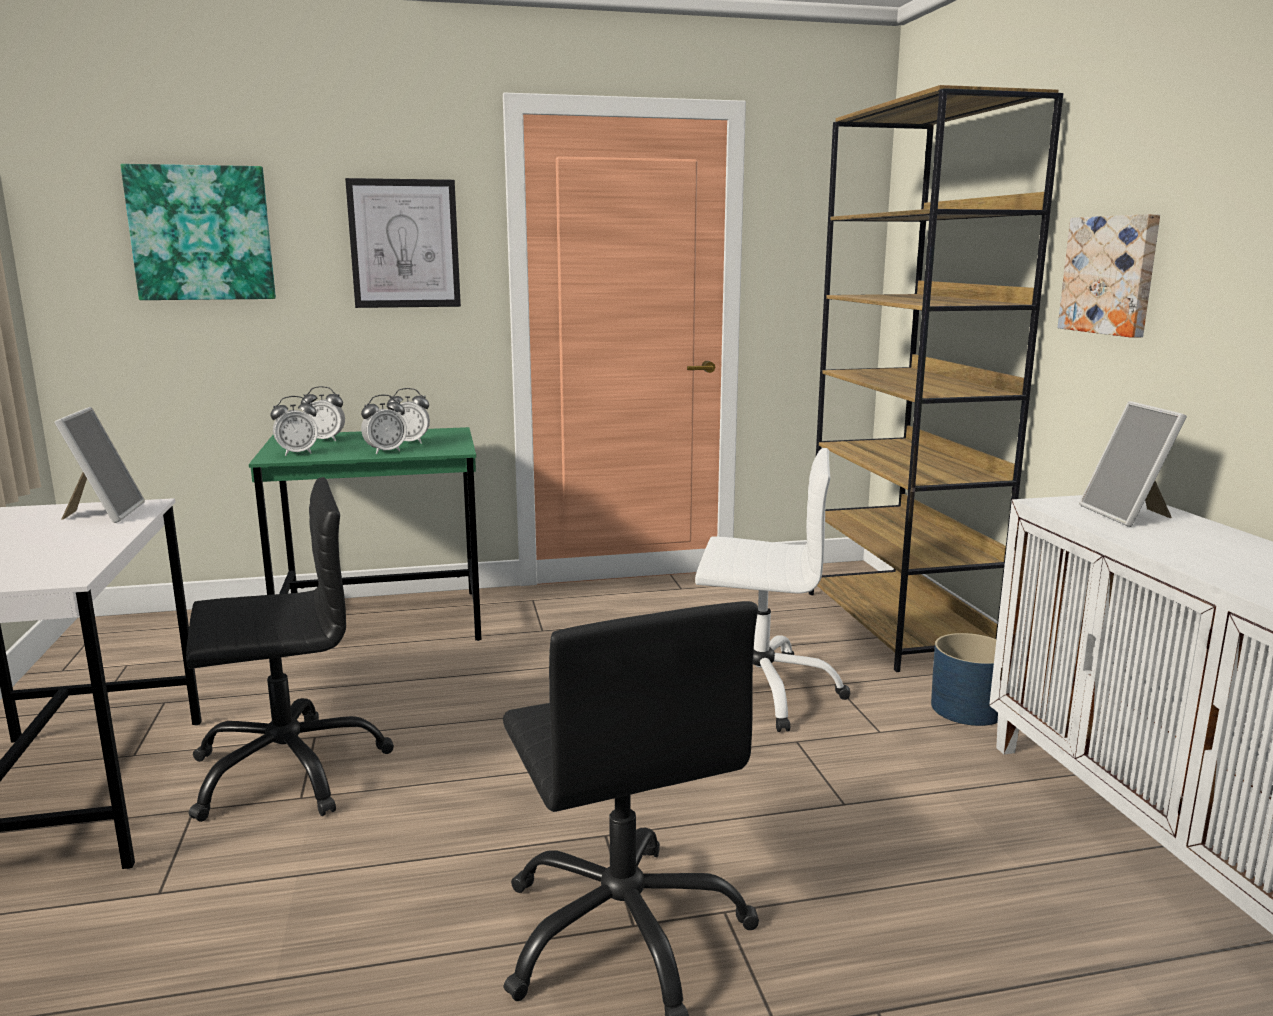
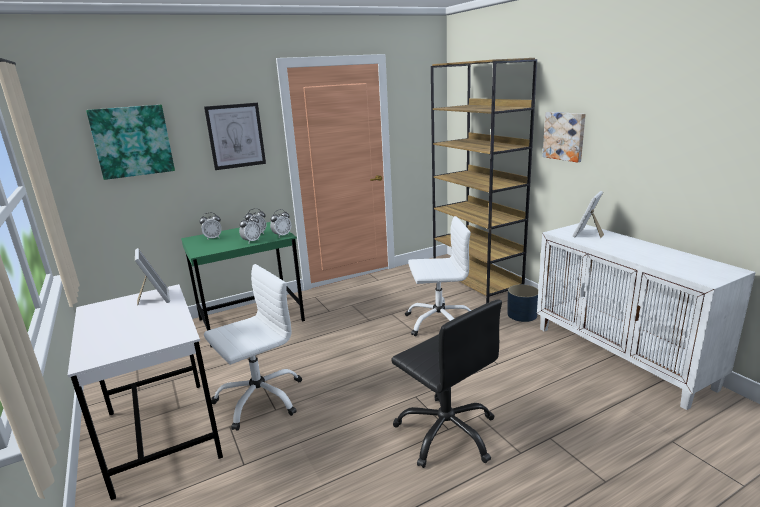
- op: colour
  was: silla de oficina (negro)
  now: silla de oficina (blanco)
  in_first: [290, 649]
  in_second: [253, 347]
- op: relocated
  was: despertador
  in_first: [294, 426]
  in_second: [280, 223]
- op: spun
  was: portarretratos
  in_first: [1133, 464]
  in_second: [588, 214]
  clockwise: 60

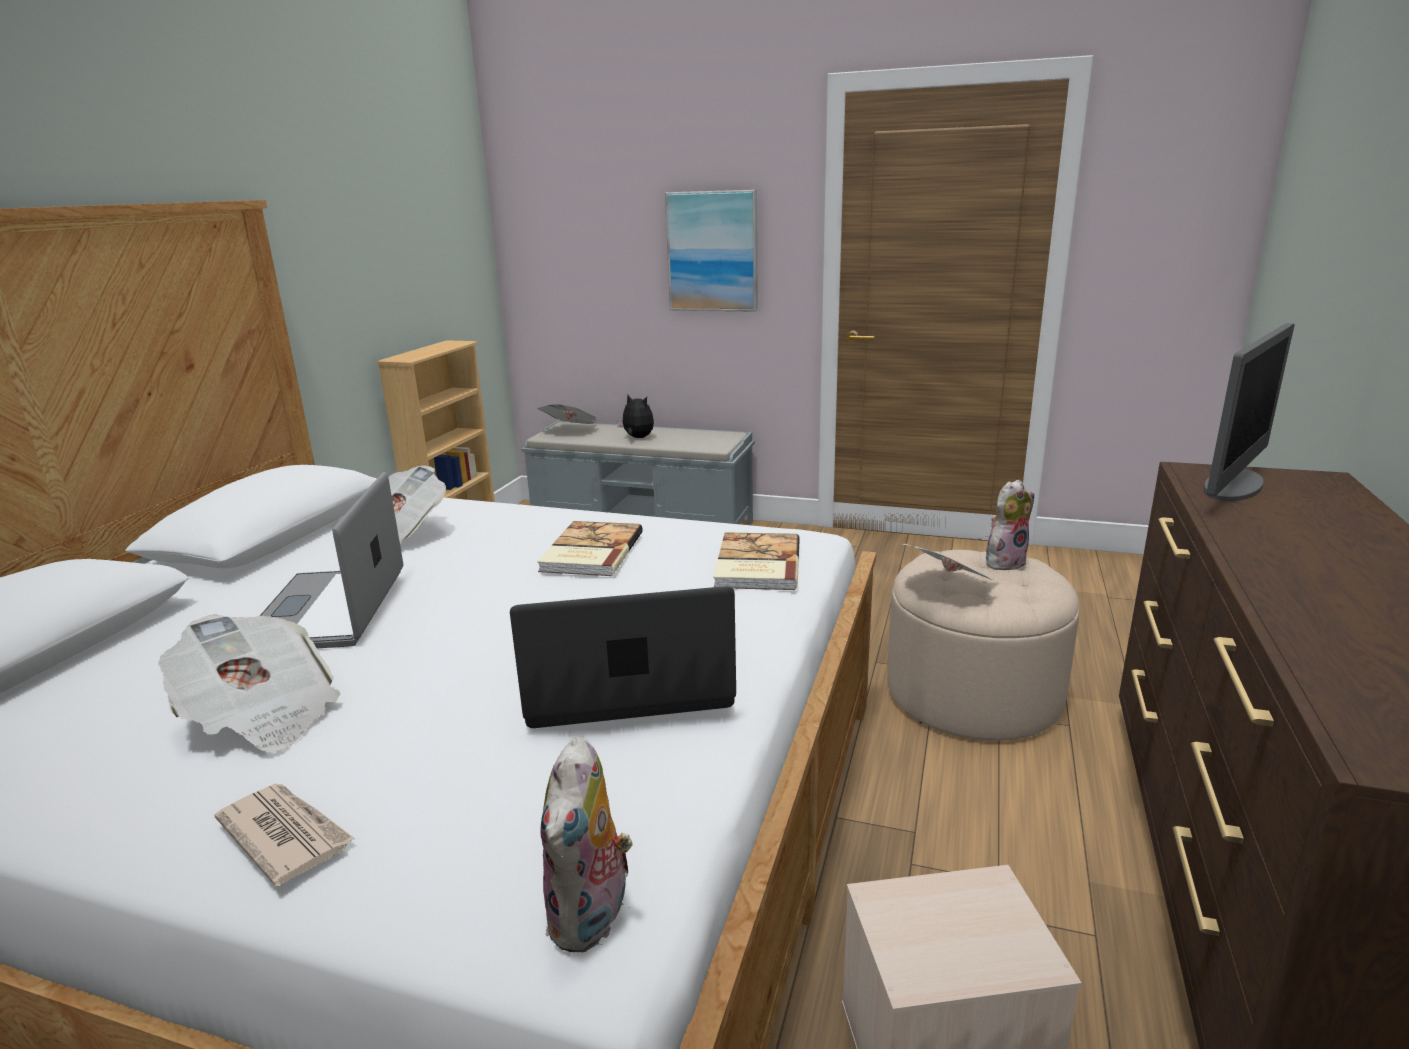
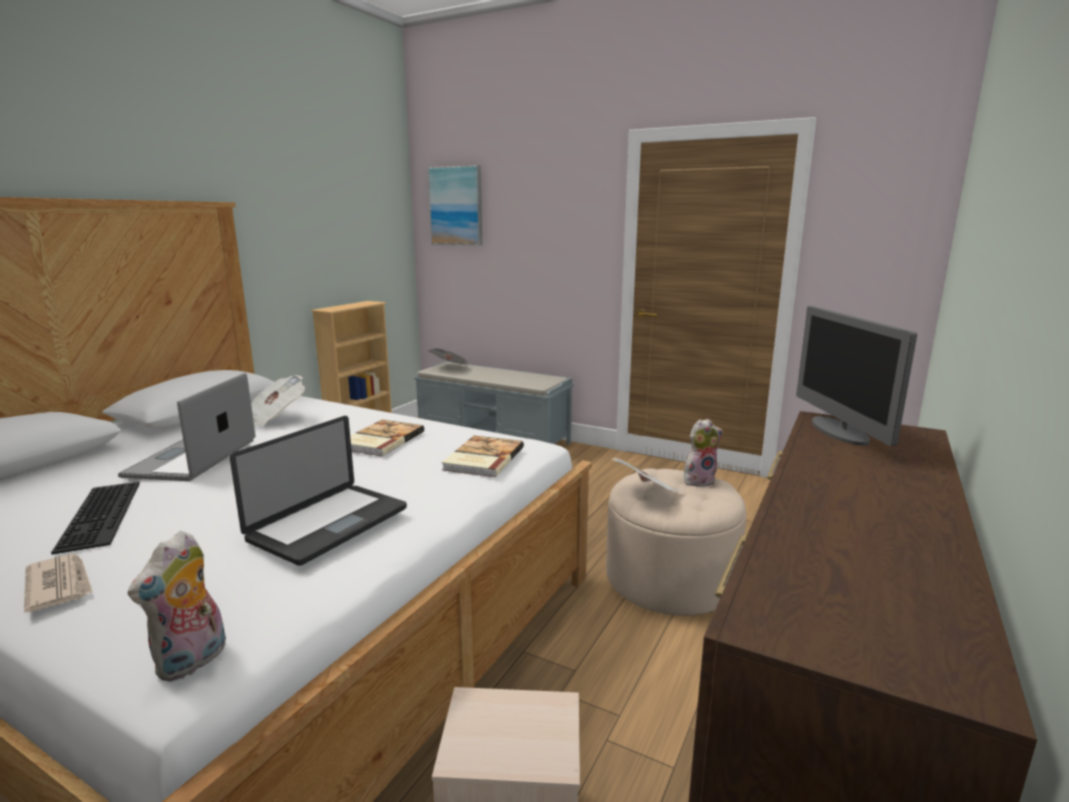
- op: exchanged
  was: periódico
  now: teclado
  in_first: [249, 683]
  in_second: [95, 518]
- op: spun
  was: portátil
  in_first: [623, 657]
  in_second: [318, 491]
  clockwise: 120
- op: relocated
  was: cuadro
  in_first: [711, 251]
  in_second: [454, 205]
- op: spun
  was: monitor
  in_first: [1249, 412]
  in_second: [856, 376]
  clockwise: 120
- op: missing
  was: peluche
  in_first: [635, 416]

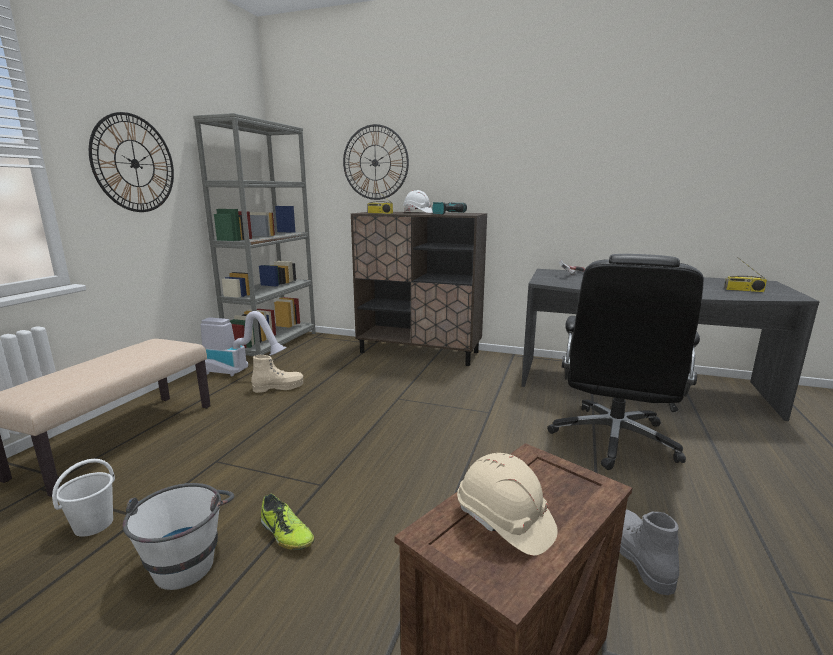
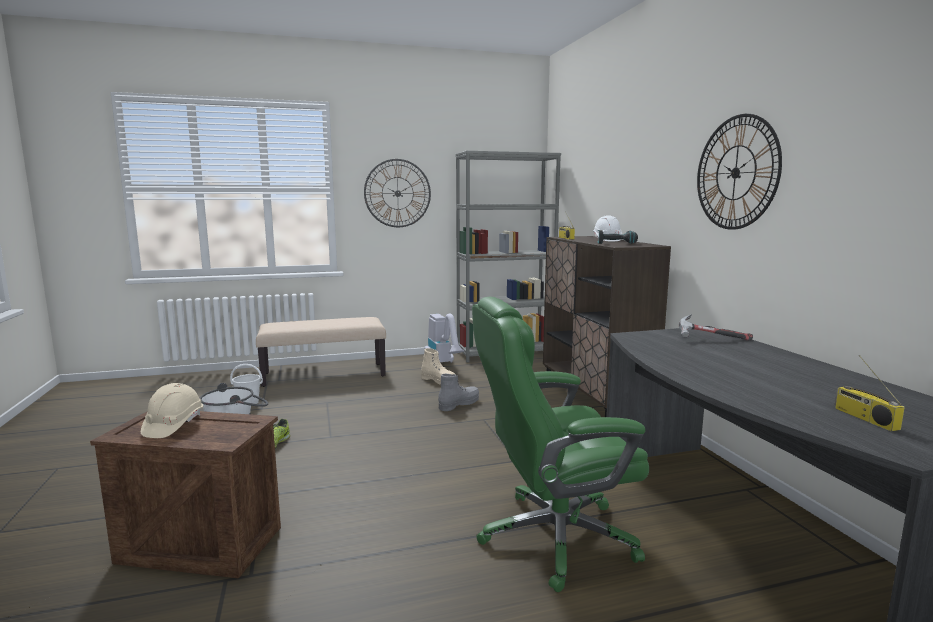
- op: relocated
  was: bota (gris)
  in_first: [649, 552]
  in_second: [458, 392]
- op: colour
  was: silla de oficina (negro)
  now: silla de oficina (verde)
  in_first: [625, 362]
  in_second: [560, 444]
- op: relocated
  was: reloj de pared
  in_first: [376, 162]
  in_second: [739, 172]

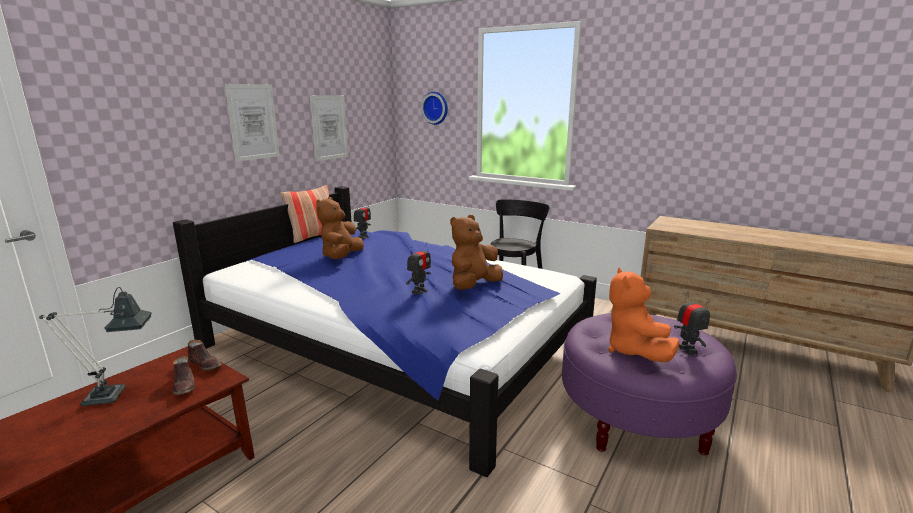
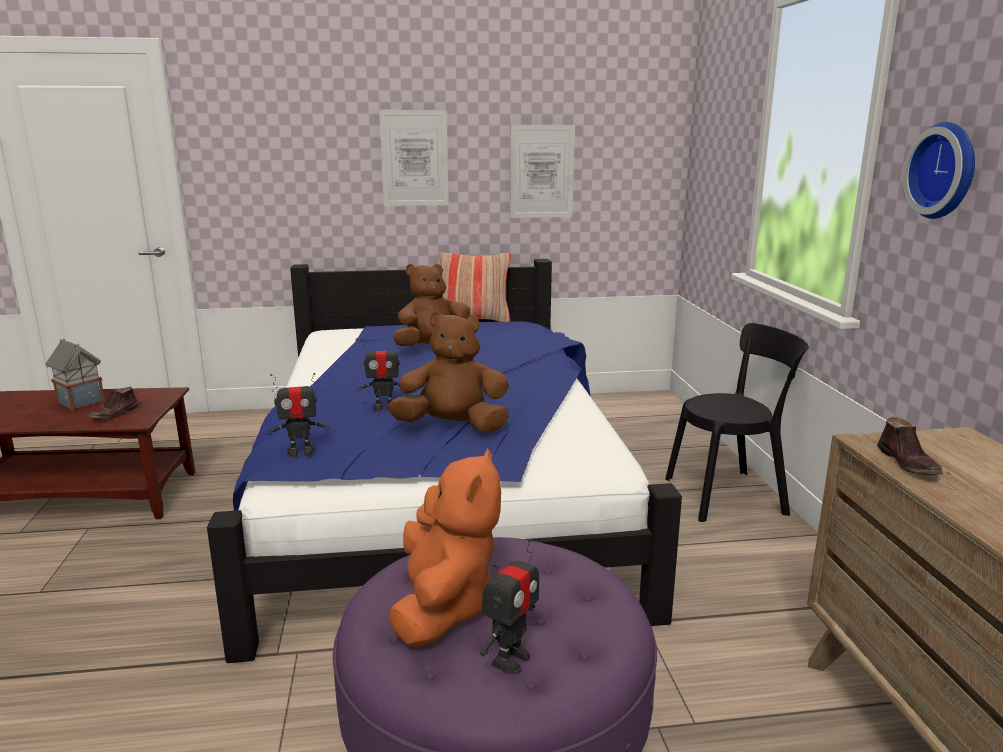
- op: exchanged
  was: lámpara de mesa
  now: casita
  in_first: [95, 346]
  in_second: [75, 375]
- op: relocated
  was: robot de juguete
  in_first: [362, 221]
  in_second: [298, 415]
- op: spun
  was: peluche (naranja)
  in_first: [644, 314]
  in_second: [444, 548]
  clockwise: 135
- op: relocated
  was: zapato (marrón)
  in_first: [205, 355]
  in_second: [910, 446]
- op: relocated
  was: reloj de pared
  in_first: [434, 108]
  in_second: [939, 170]

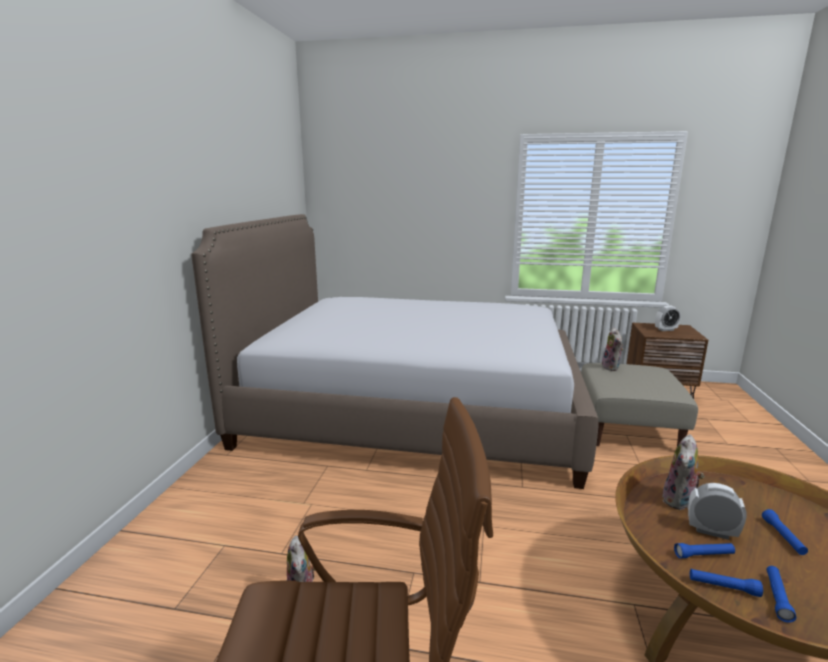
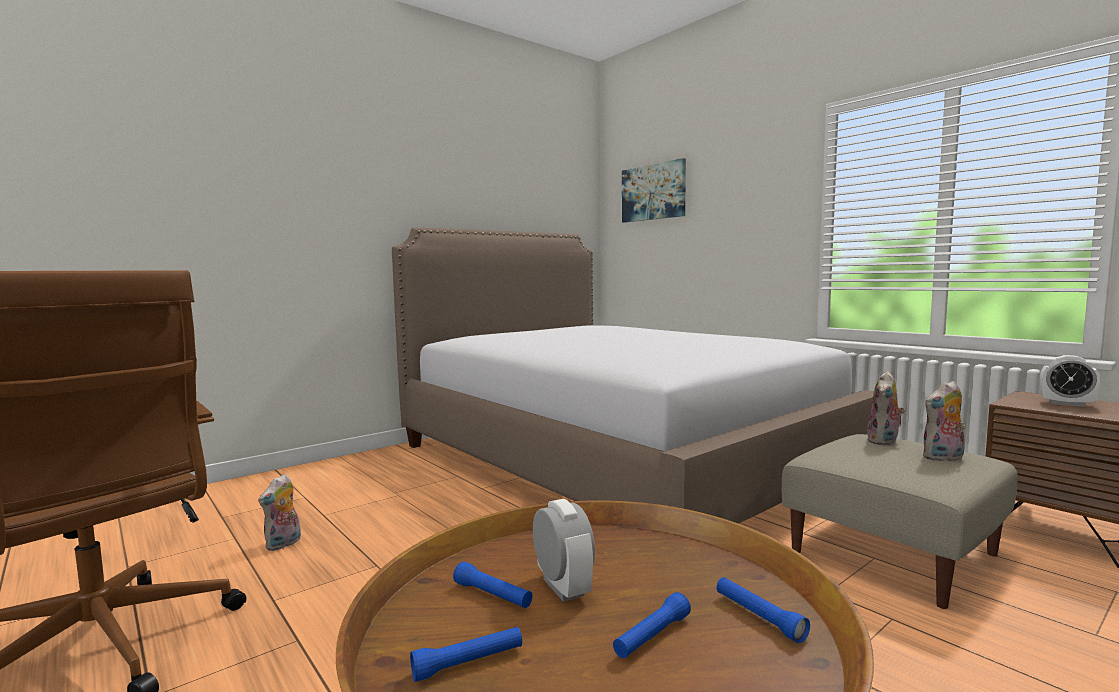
- op: appeared
  now: cuadro
  in_second: [654, 190]
- op: relocated
  was: linterna (azul)
  in_first: [726, 583]
  in_second: [763, 610]
- op: relocated
  was: peluche
  in_first: [683, 472]
  in_second: [944, 421]

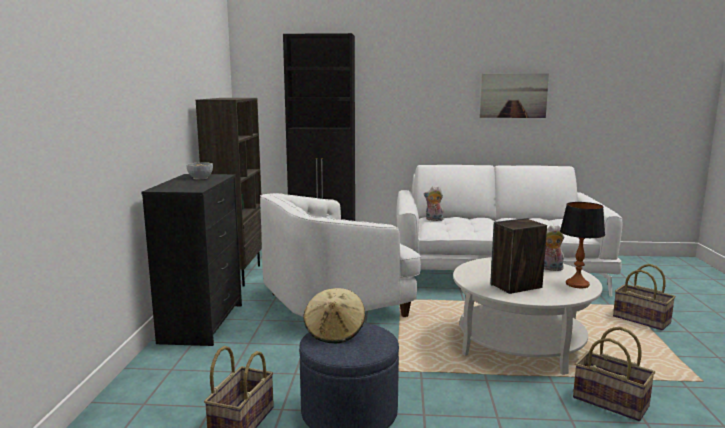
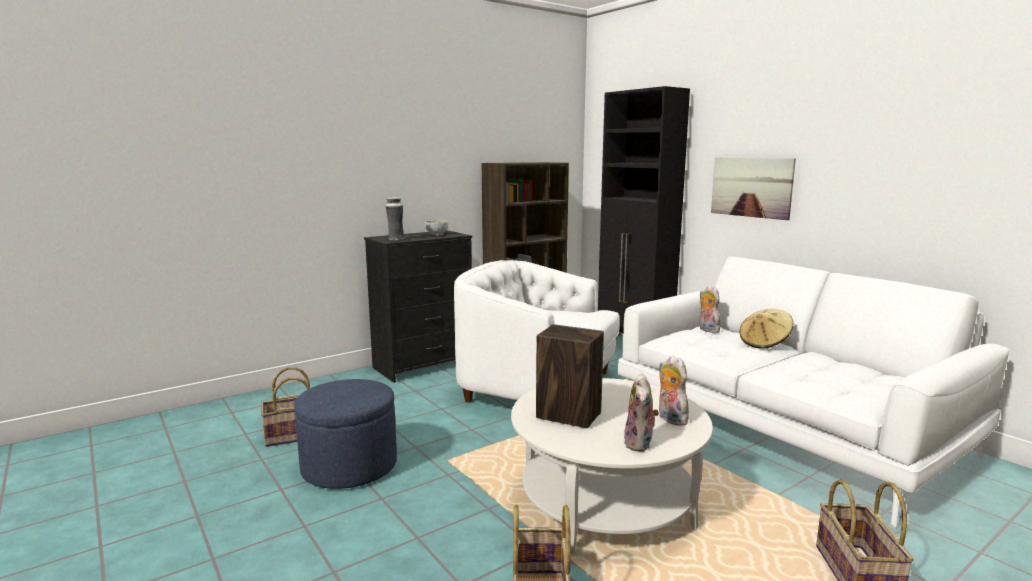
- op: appeared
  now: florero
  in_second: [395, 219]
- op: exchanged
  was: lámpara de mesa
  now: peluche
  in_first: [582, 245]
  in_second: [641, 412]
- op: relocated
  was: cuadro
  in_first: [514, 95]
  in_second: [753, 188]
- op: relocated
  was: sombrero (beis)
  in_first: [334, 315]
  in_second: [766, 329]

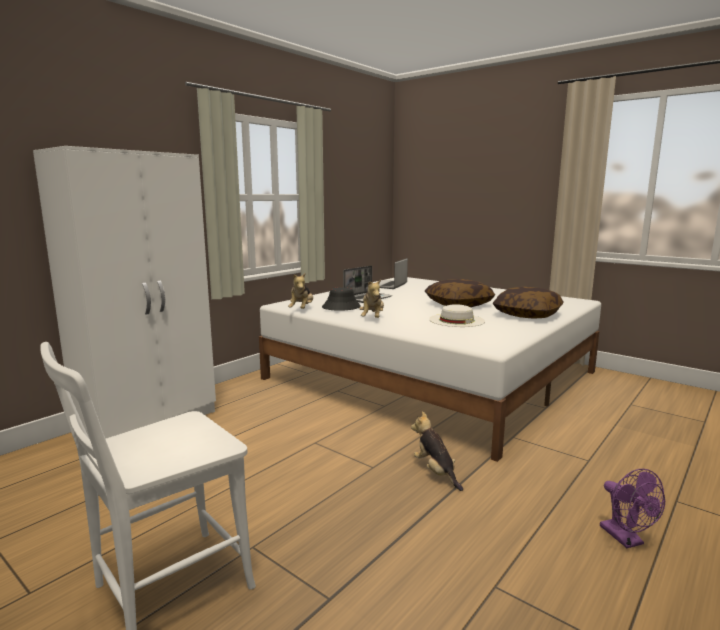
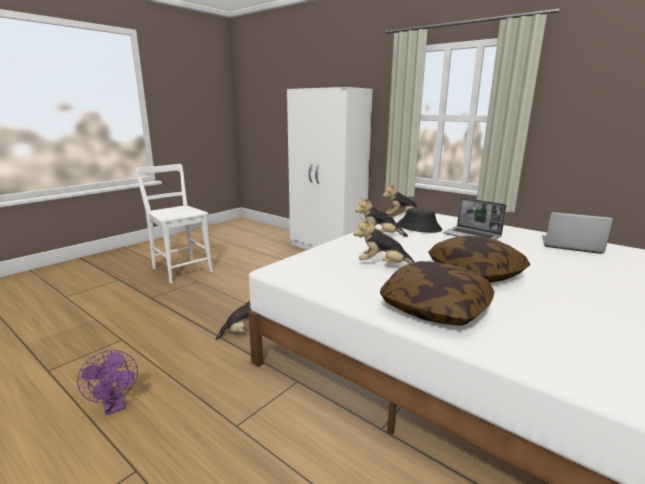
- op: spun
  was: ventilador (morado)
  in_first: [632, 508]
  in_second: [107, 382]
  clockwise: -105
- op: exchanged
  was: sombrero (blanco)
  now: peluche
  in_first: [457, 315]
  in_second: [384, 240]

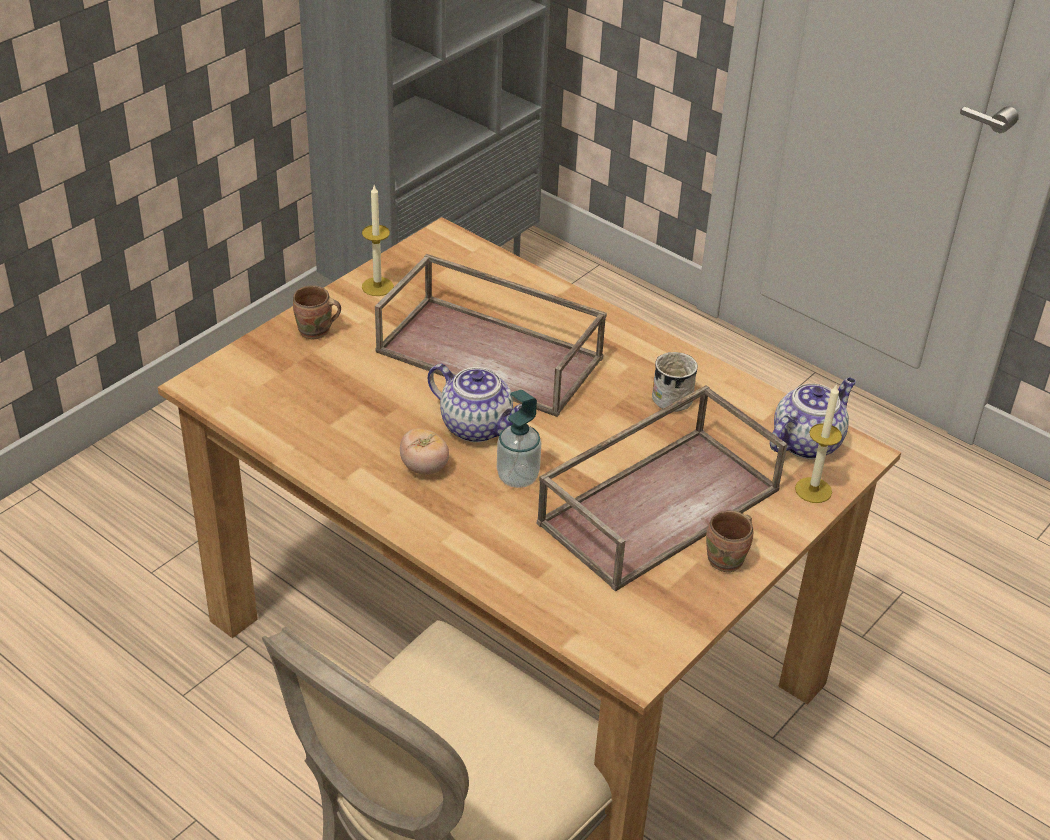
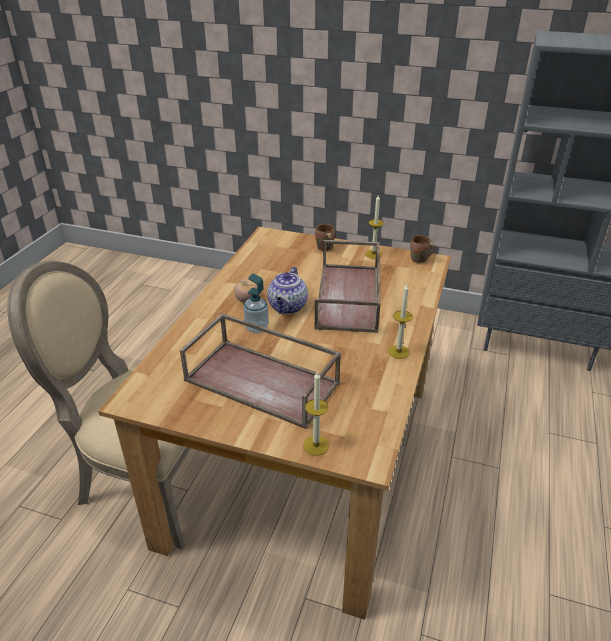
- op: appeared
  now: vela
  in_second: [400, 321]
- op: relocated
  was: taza grande (marrón)
  in_first: [729, 541]
  in_second: [423, 249]
- op: missing
  was: taza grande (blanco)
  in_first: [675, 382]
- op: missing
  was: tetera
  in_first: [813, 418]

